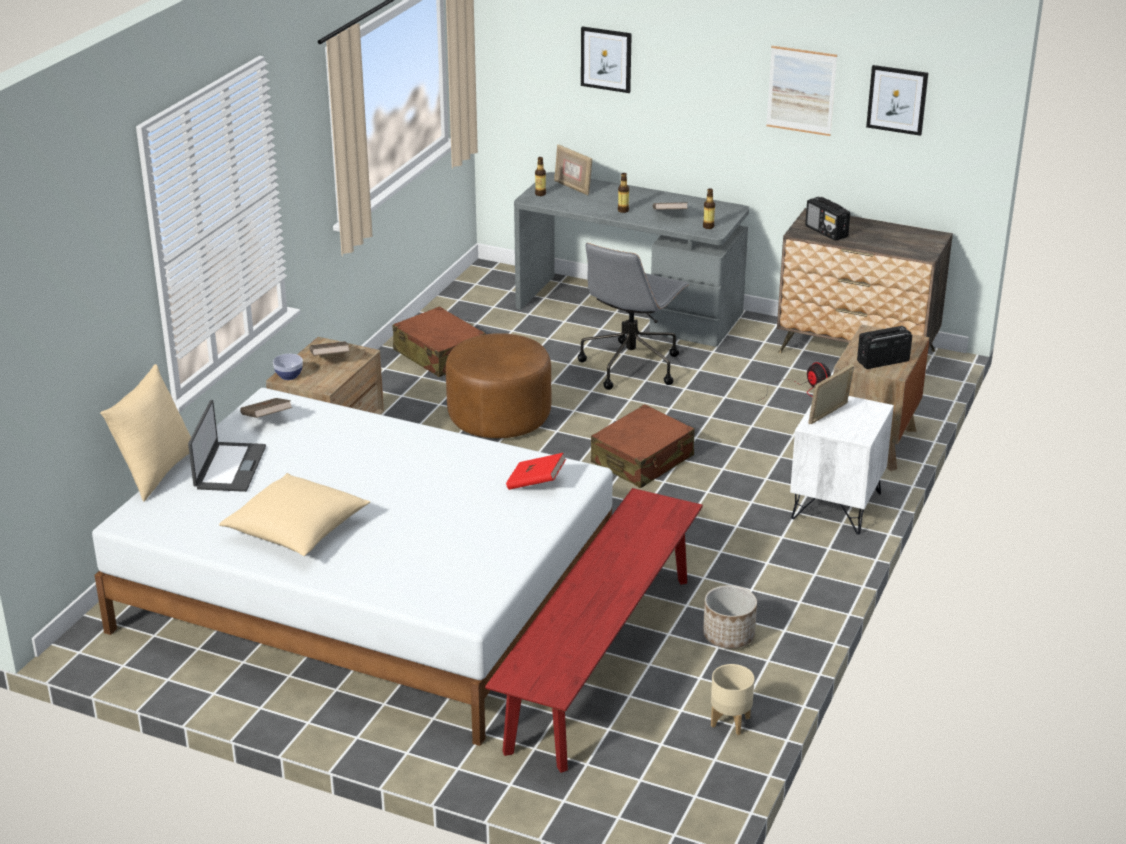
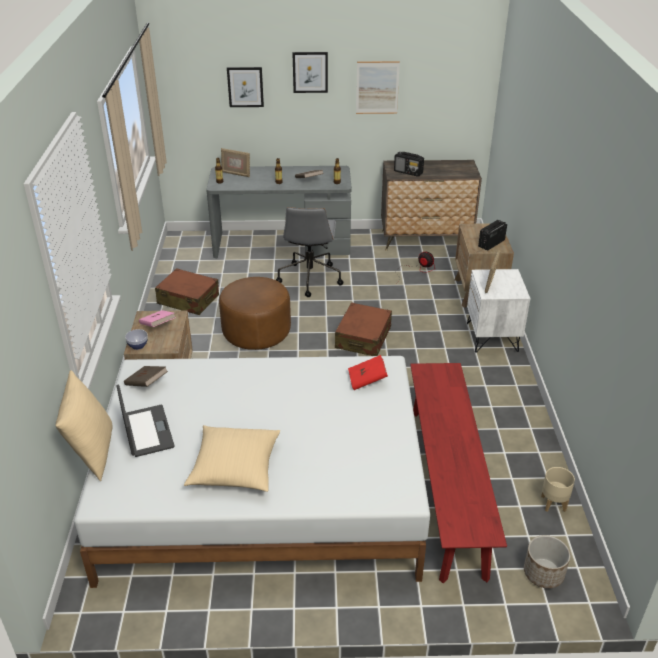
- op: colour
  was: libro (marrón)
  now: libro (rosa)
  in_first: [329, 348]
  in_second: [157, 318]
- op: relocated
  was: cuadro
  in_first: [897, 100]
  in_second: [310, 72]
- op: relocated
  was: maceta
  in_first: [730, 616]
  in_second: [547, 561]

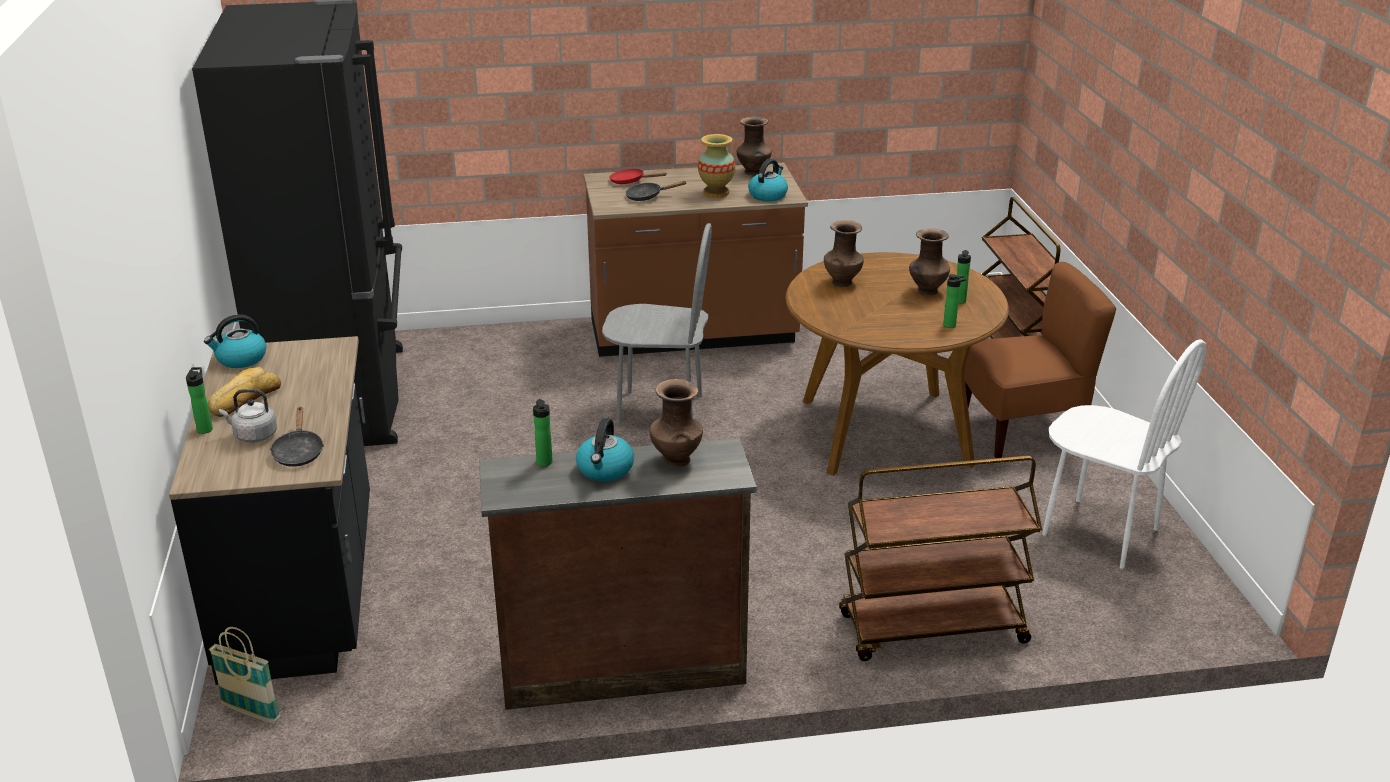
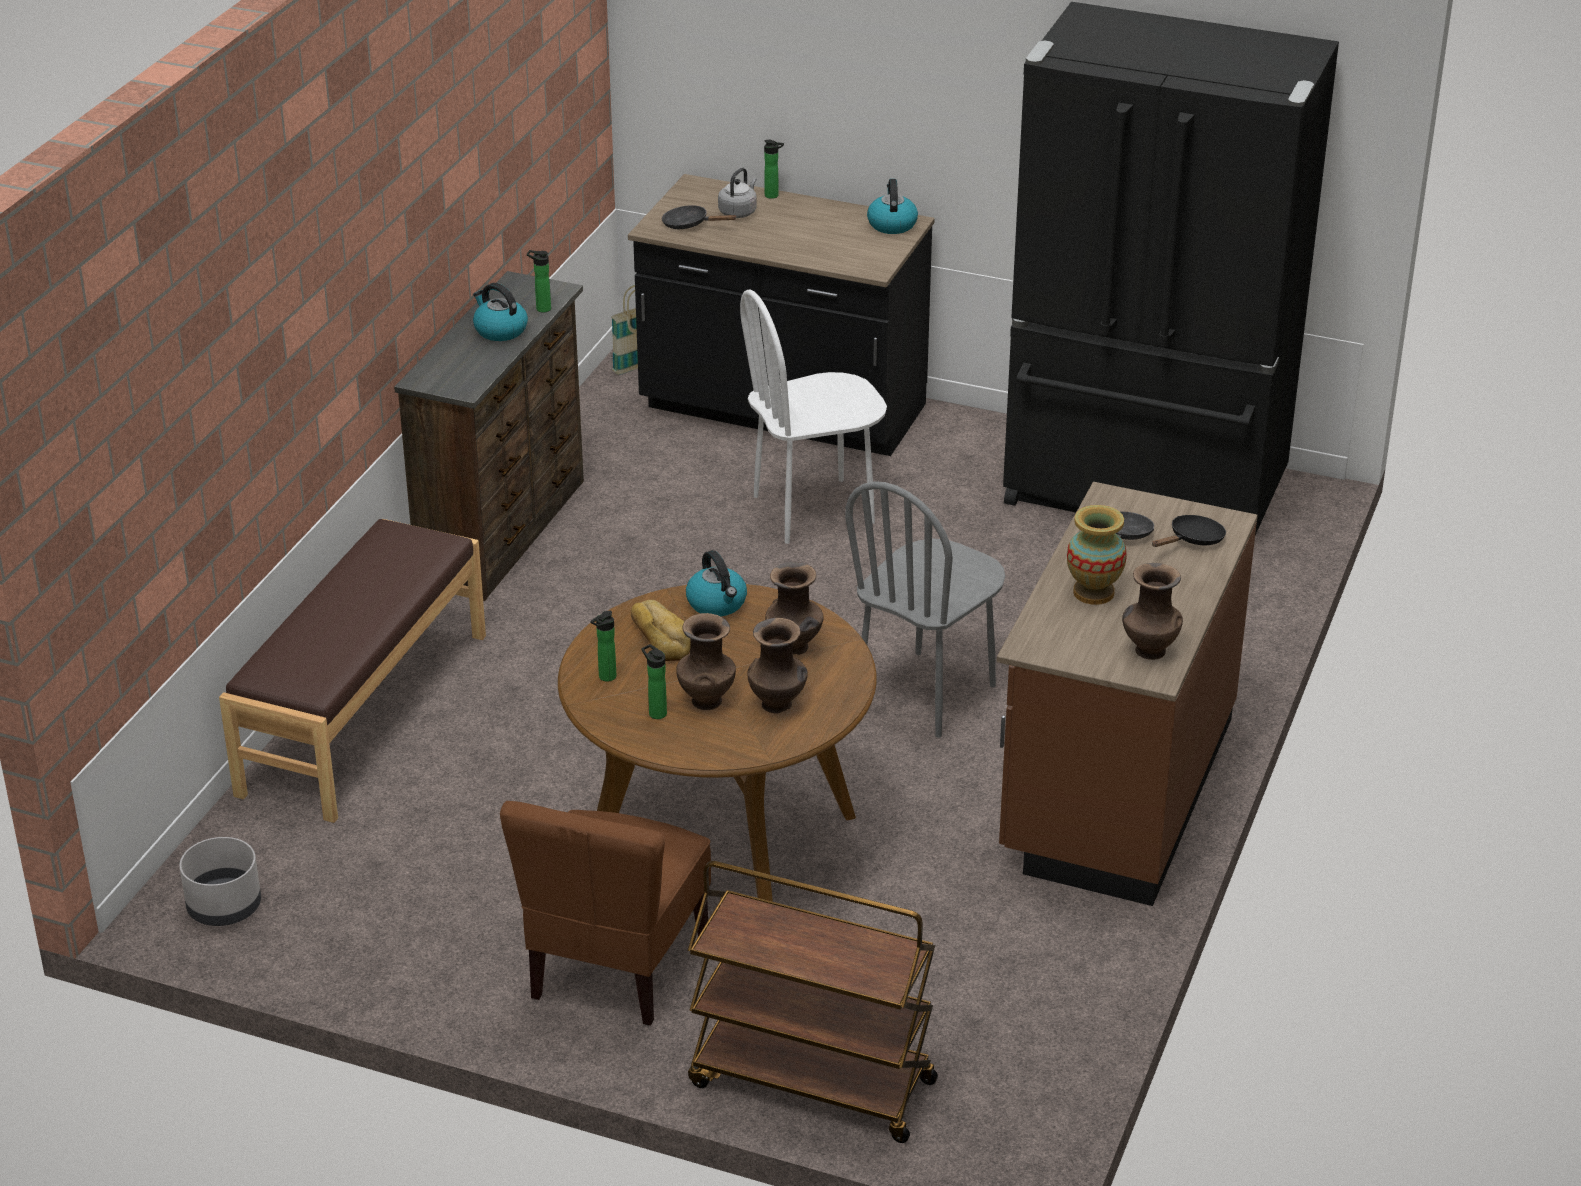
- op: appeared
  now: maceta (gris)
  in_second: [220, 881]
- op: exchanged
  was: carrito (marrón)
  now: banco (marrón)
  in_first: [940, 558]
  in_second: [352, 671]
- op: relocated
  was: pan
  in_first: [244, 392]
  in_second: [661, 630]
- op: relocated
  was: hervidor
  in_first: [768, 180]
  in_second: [716, 583]
- op: relocated
  was: silla (blanco)
  in_first: [1124, 454]
  in_second: [813, 417]
- op: relocated
  was: florero (marrón)
  in_first: [676, 423]
  in_second: [777, 665]
- op: colour
  was: sartén (rojo)
  now: sartén (negro)
  in_first: [638, 176]
  in_second: [1189, 531]

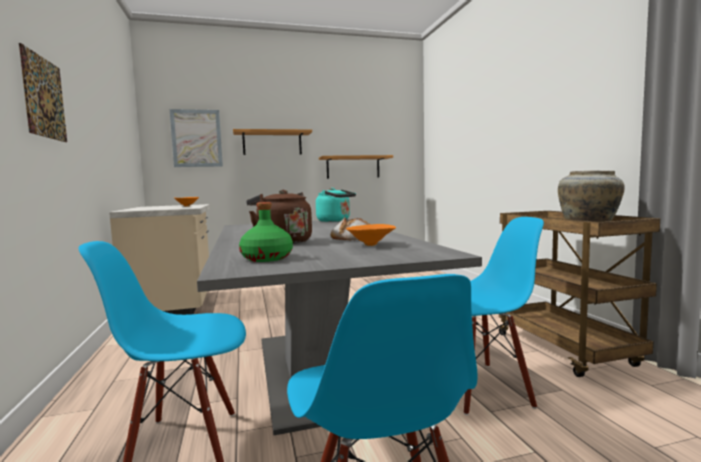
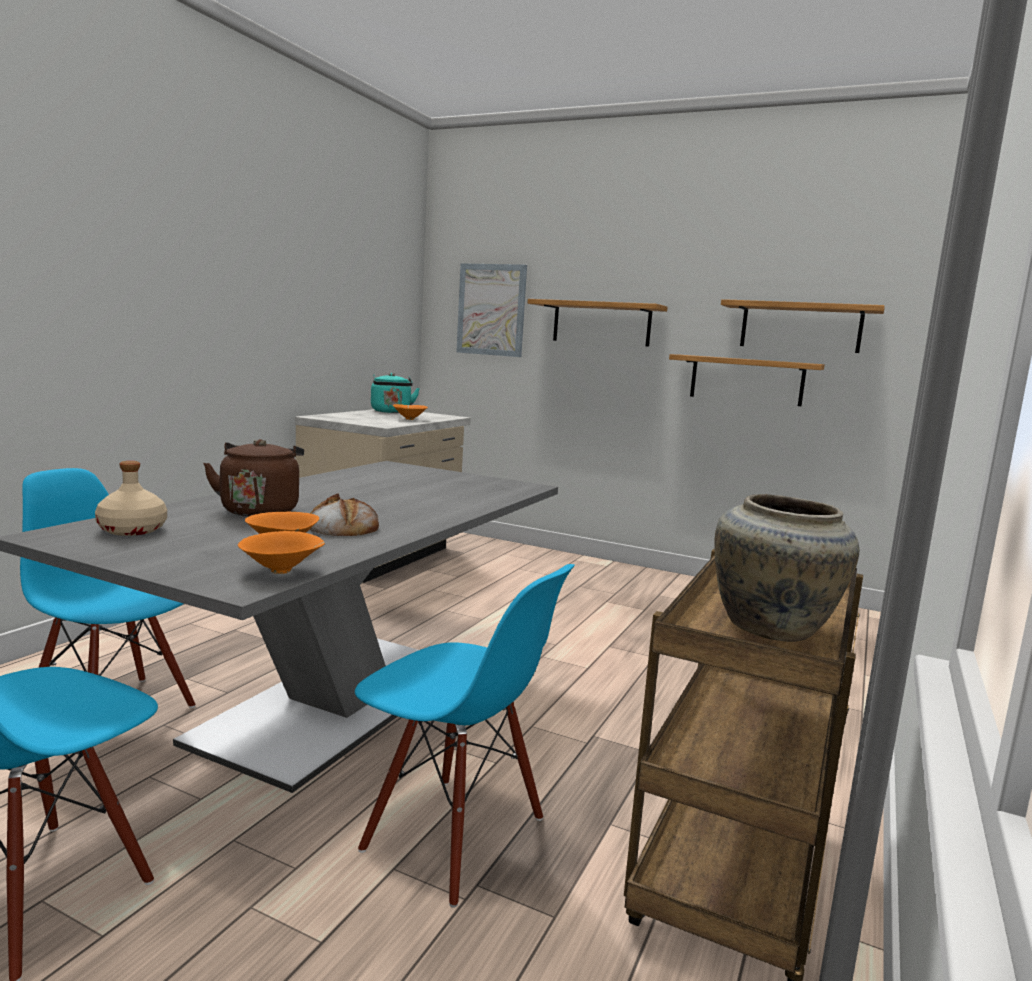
- op: colour
  was: botella (verde)
  now: botella (beis)
  in_first: [266, 232]
  in_second: [131, 498]
- op: appeared
  now: cuenco (naranja)
  in_second: [281, 552]
- op: relocated
  was: hervidor (turquesa)
  in_first: [336, 205]
  in_second: [395, 393]
- op: appeared
  now: estante
  in_second: [803, 326]
- op: missing
  was: cuadro
  in_first: [43, 92]

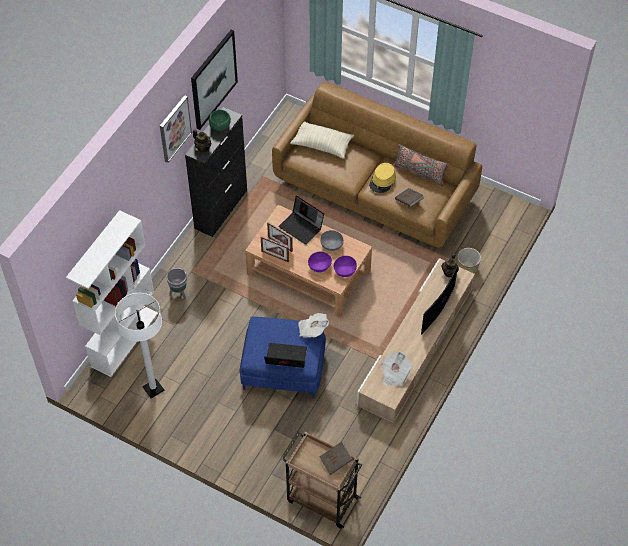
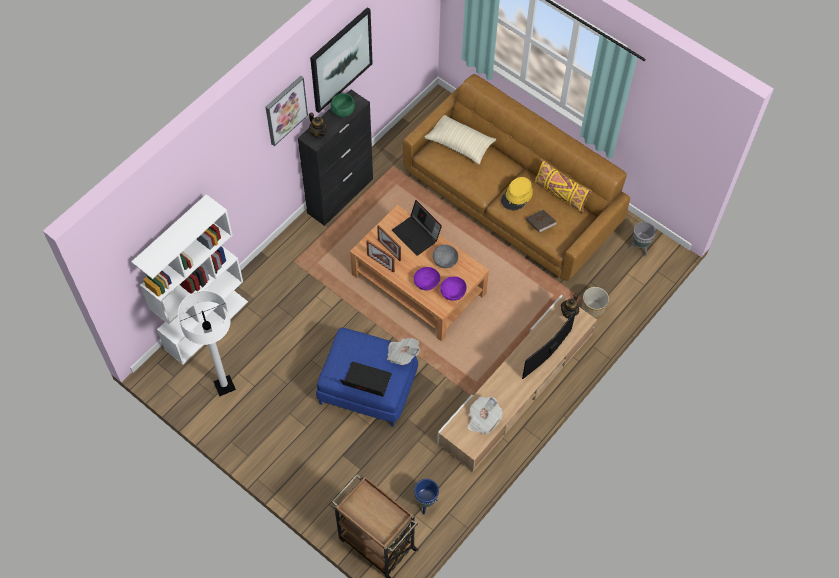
- op: appeared
  now: maceta (azul)
  in_second: [426, 496]
- op: colour
  was: cojín (gris)
  now: cojín (amarillo)
  in_first: [421, 165]
  in_second: [563, 186]
- op: relocated
  was: maceta (gris)
  in_first: [176, 284]
  in_second: [642, 238]
- op: missing
  was: libro (marrón)
  in_first: [336, 458]

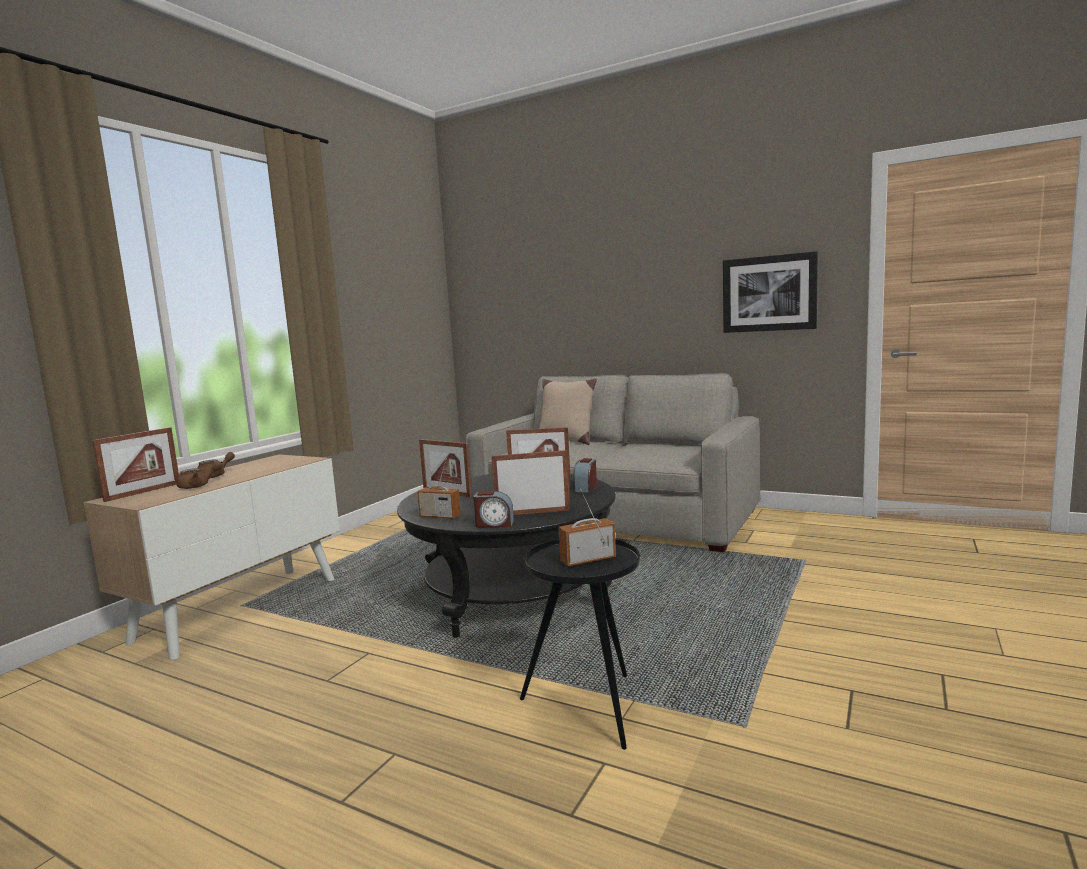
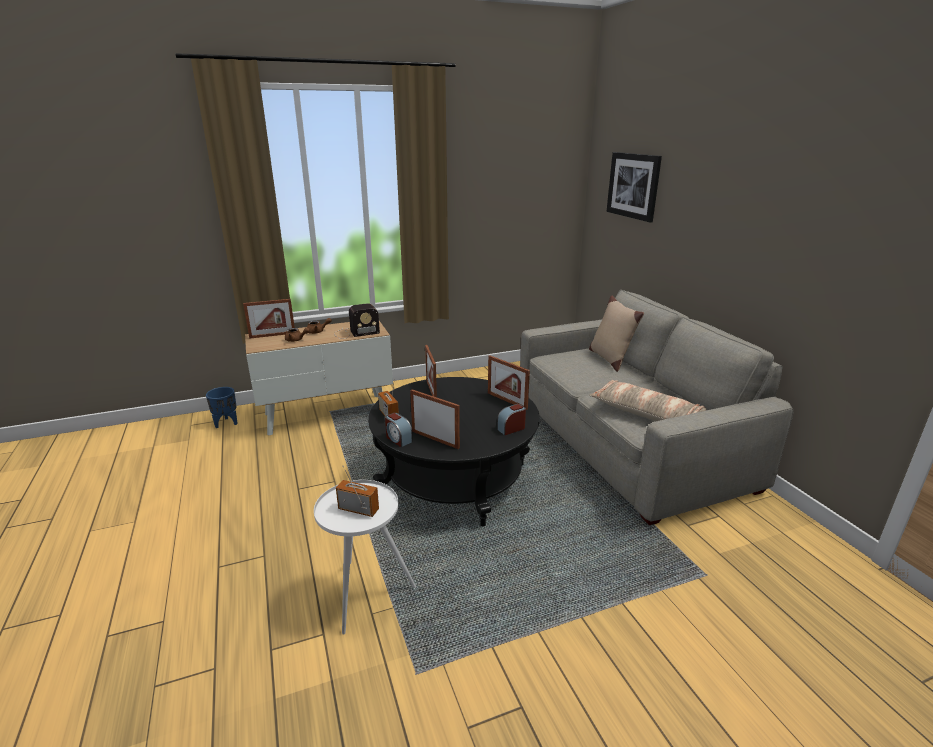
- op: appeared
  now: maceta (azul)
  in_second: [222, 407]
- op: colour
  was: mesa auxiliar (negro)
  now: mesa auxiliar (blanco)
  in_first: [580, 644]
  in_second: [365, 557]
- op: appeared
  now: radio
  in_second: [357, 321]
- op: appeared
  now: cojín
  in_second: [648, 400]
- op: relocated
  was: cuadro
  in_first: [770, 292]
  in_second: [634, 187]

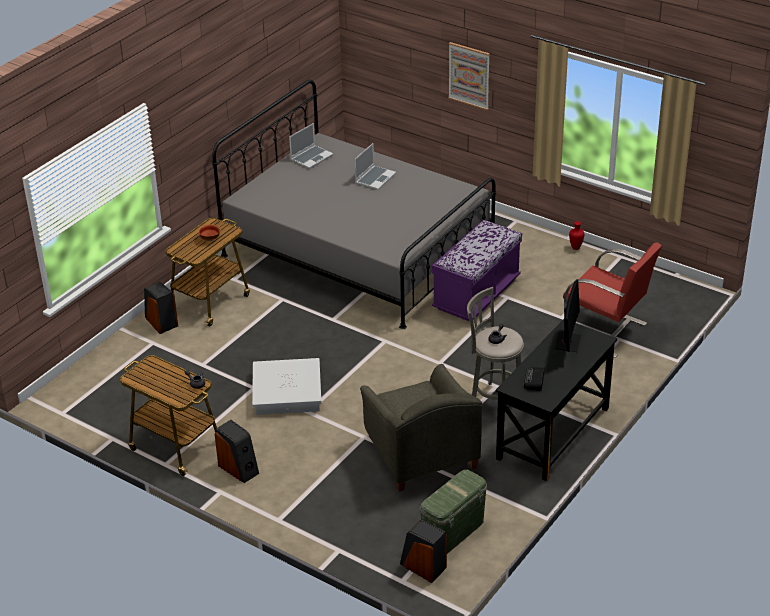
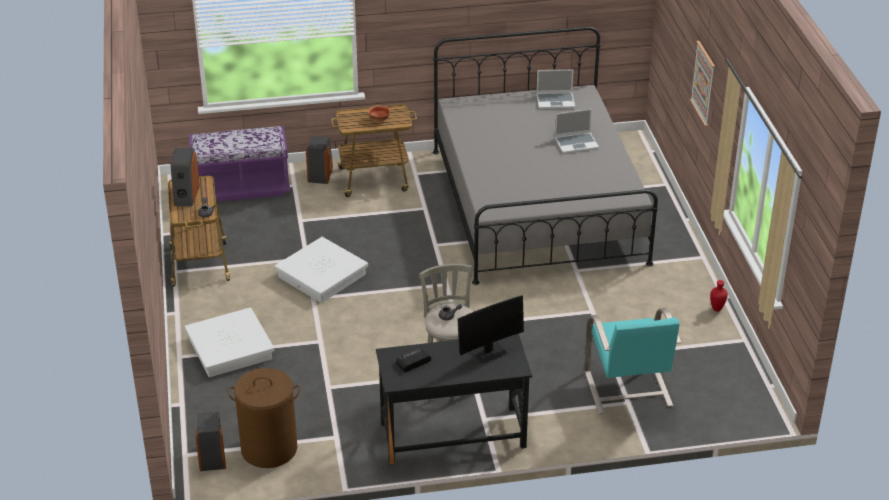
- op: relocated
  was: altavoz
  in_first: [237, 451]
  in_second: [185, 177]
- op: appeared
  now: caja de almacenaje (blanco)
  in_second: [229, 342]
- op: relocated
  was: banco (morado)
  in_first: [477, 271]
  in_second: [239, 164]
- op: exchanged
  was: caja de almacenaje (verde)
  now: cesto de la ropa (marrón)
  in_first: [453, 512]
  in_second: [264, 418]
- op: colour
  was: sillón (rojo)
  now: sillón (turquesa)
  in_first: [612, 300]
  in_second: [633, 361]
- op: missing
  was: sillón (gris)
  in_first: [421, 428]

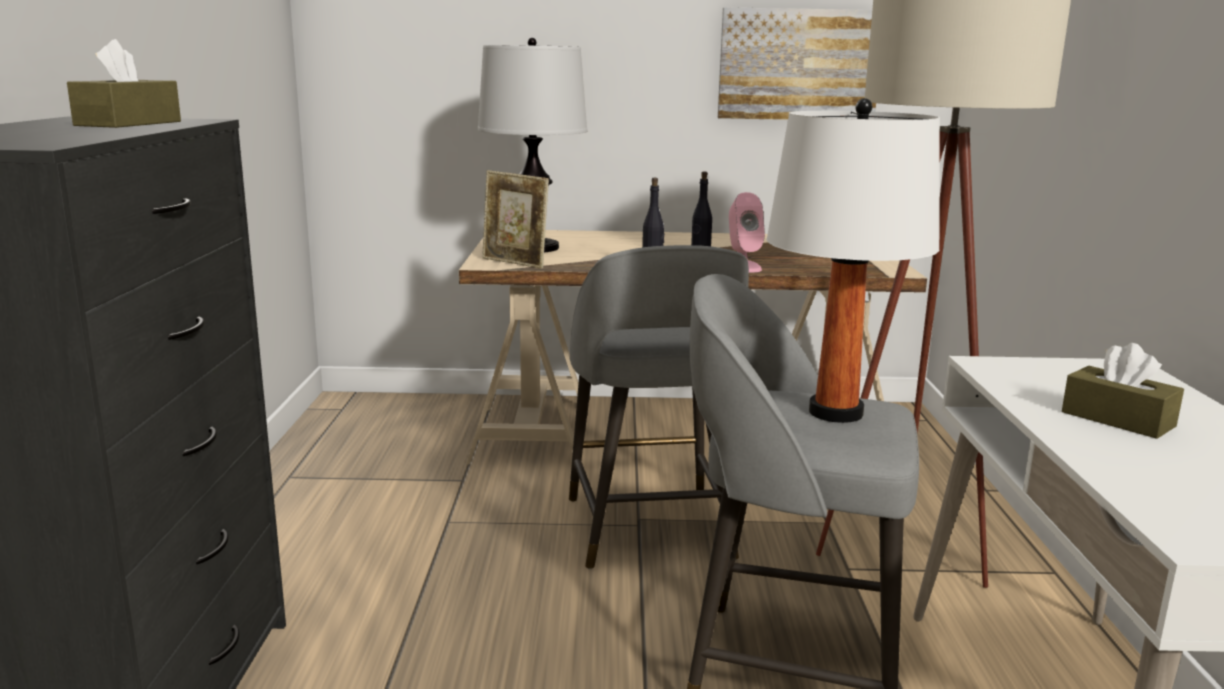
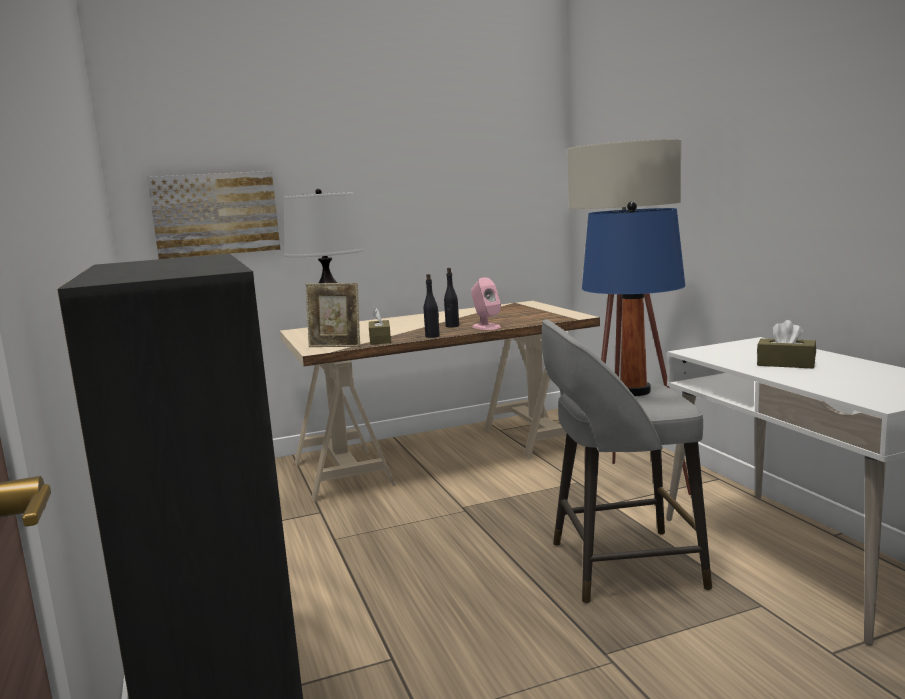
- op: relocated
  was: cuadro
  in_first: [797, 63]
  in_second: [214, 215]
- op: relocated
  was: caja de pañuelos (marrón)
  in_first: [124, 83]
  in_second: [380, 326]
- op: colour
  was: lámpara de mesa (blanco)
  now: lámpara de mesa (azul)
  in_first: [853, 260]
  in_second: [633, 298]
- op: missing
  was: taburete (gris)
  in_first: [659, 407]

